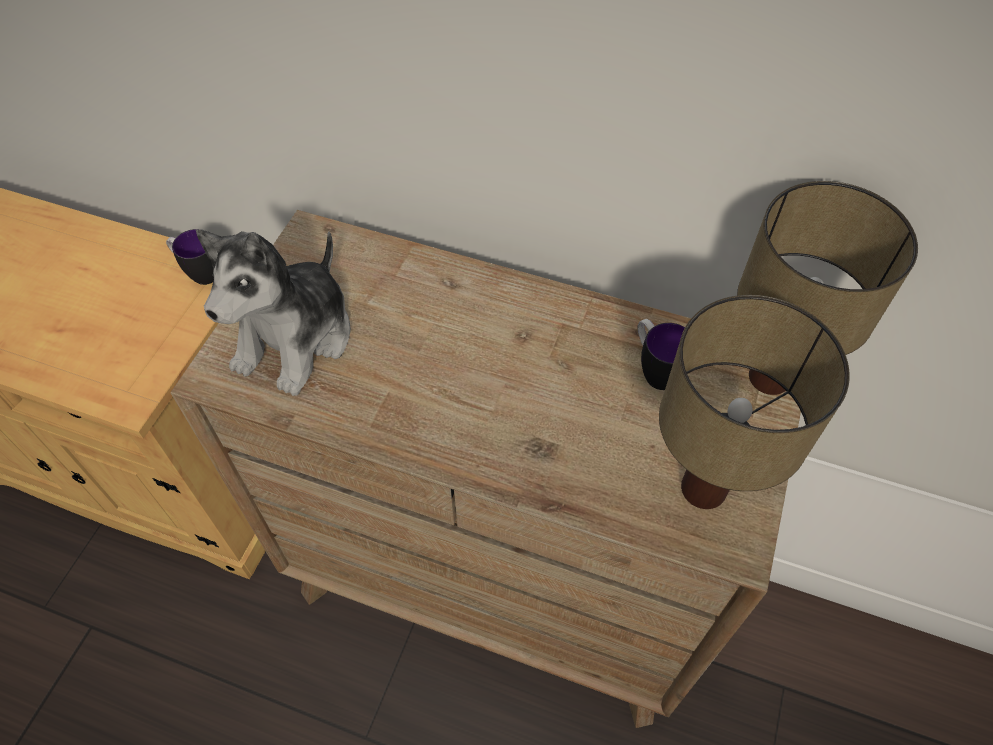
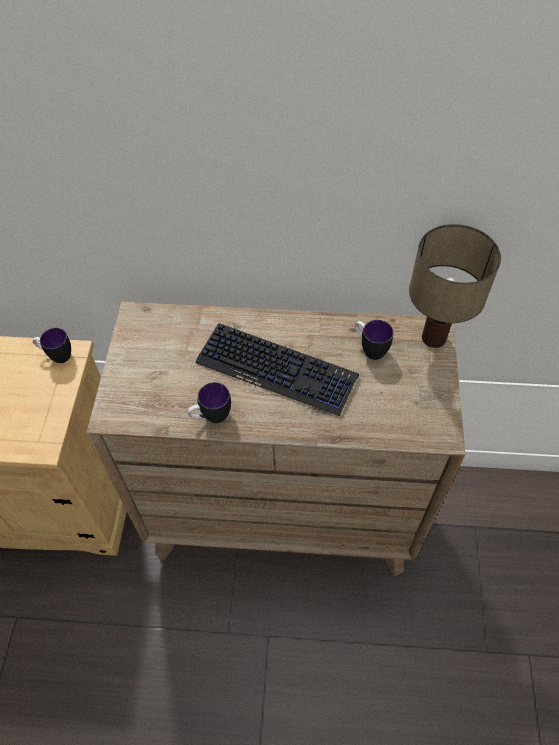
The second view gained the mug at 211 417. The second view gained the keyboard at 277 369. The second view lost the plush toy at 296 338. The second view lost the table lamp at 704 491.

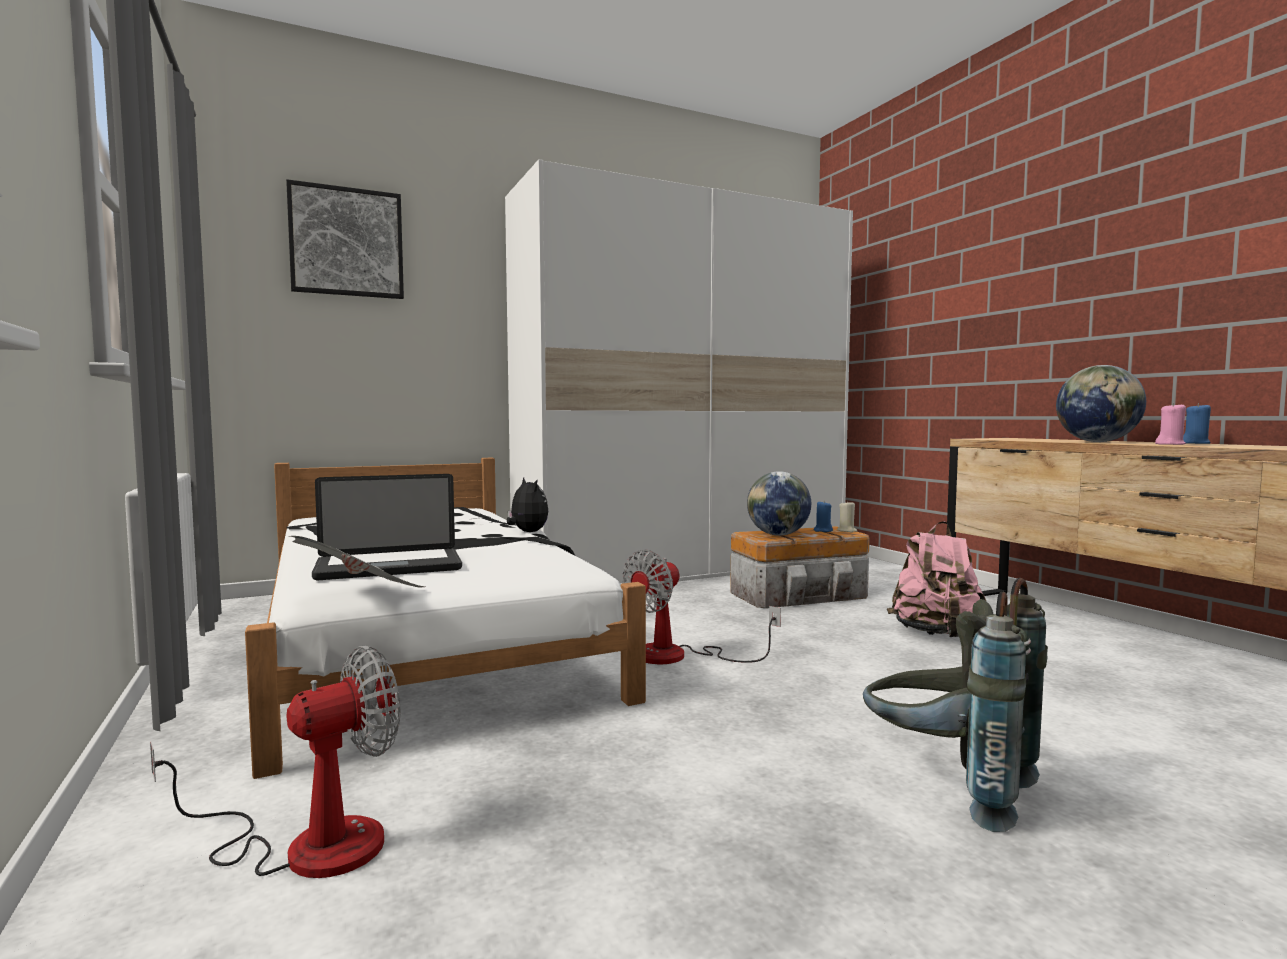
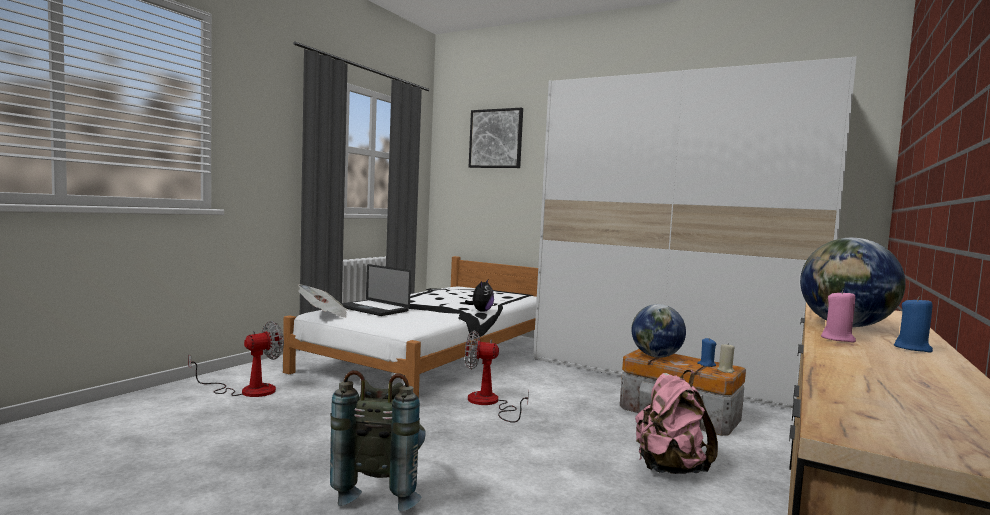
The fan at 306 844 ended up facing another way, 60 degrees counterclockwise from before.

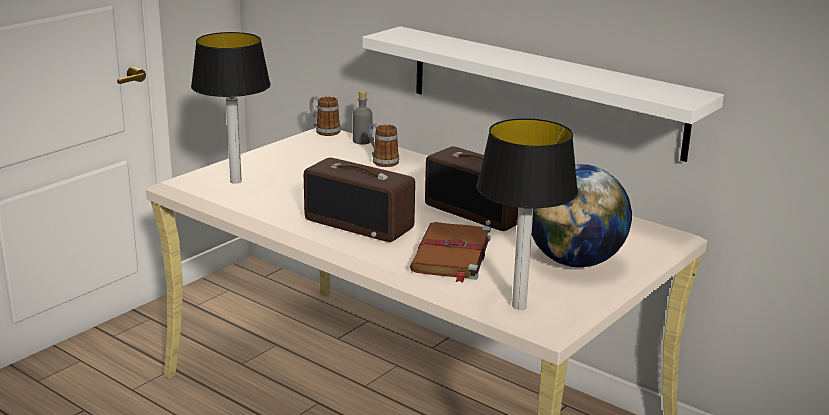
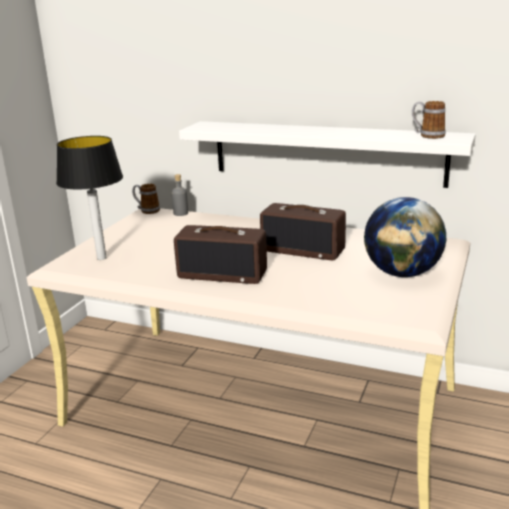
The mug ended up elsewhere, having gone from 382 161 to 427 135. The second view lost the book/brown at 451 255. The second view lost the table lamp at 520 306.

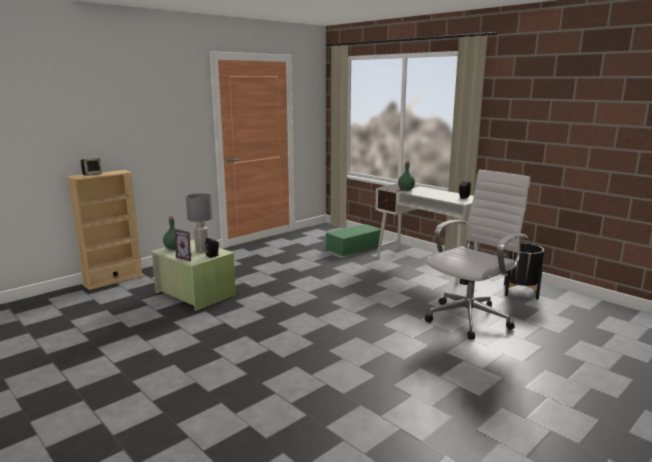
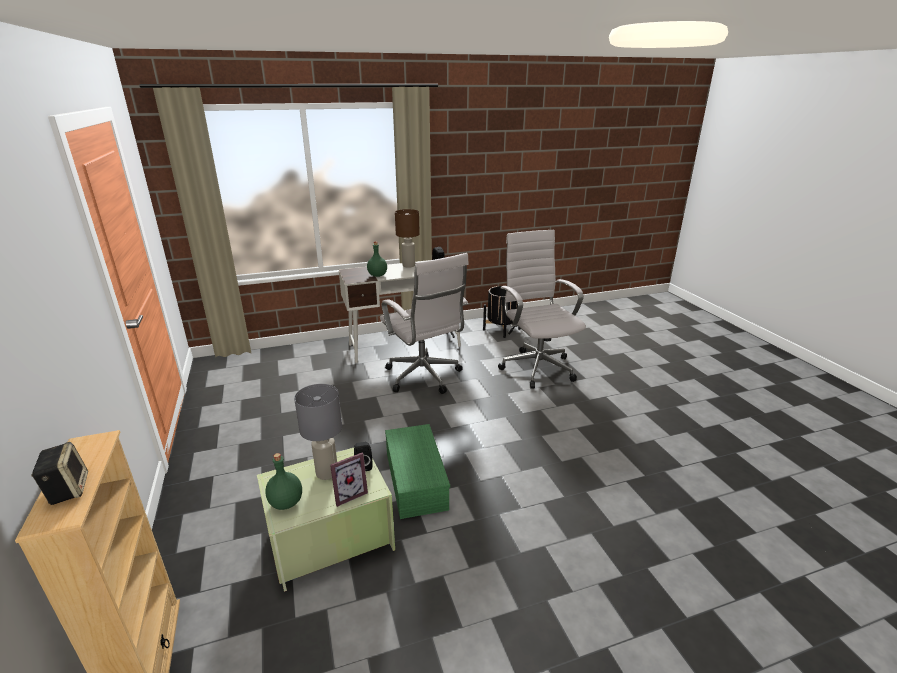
The second view gained the office chair/white at 424 378. The storage box/green ended up elsewhere, having gone from 354 247 to 414 479. The second view gained the table lamp/brown at 408 265.

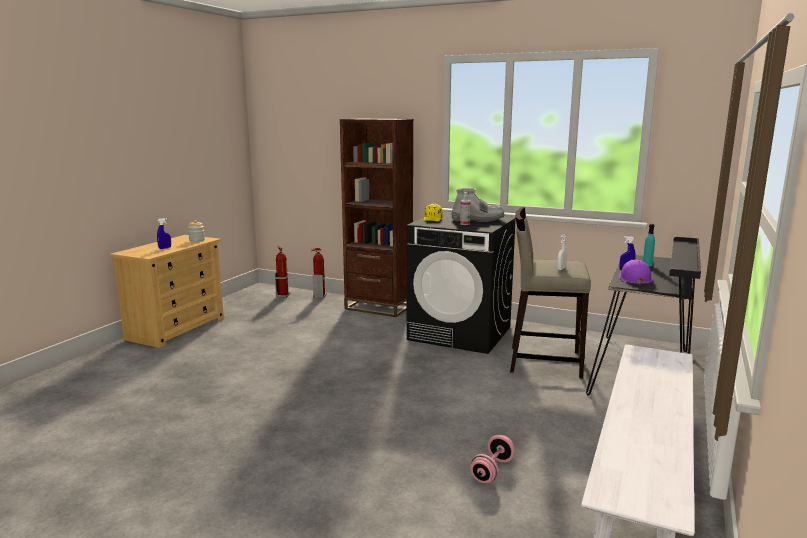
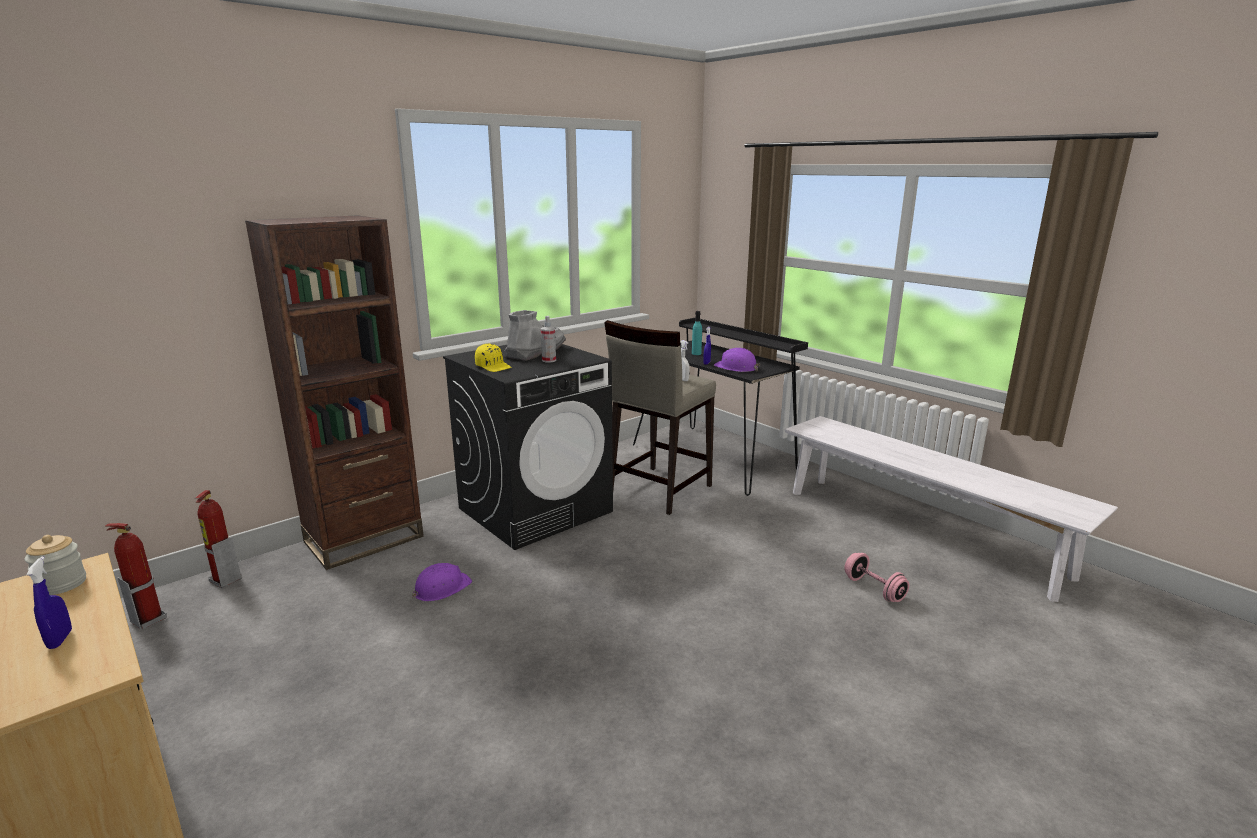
The second view gained the hard hat/purple at 441 588.

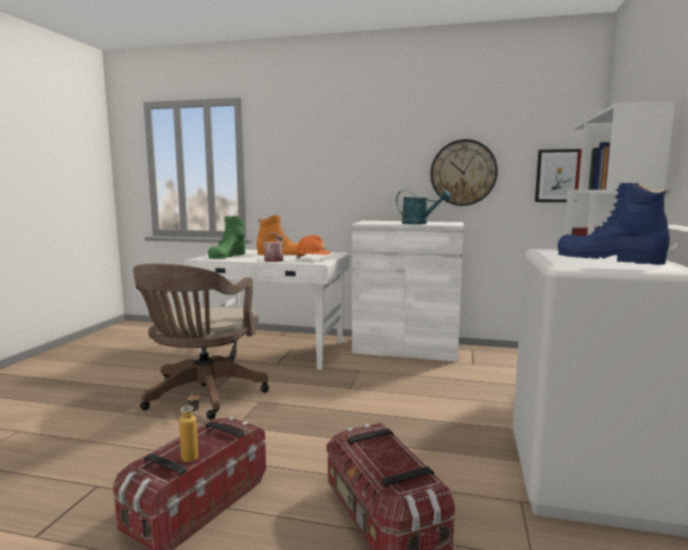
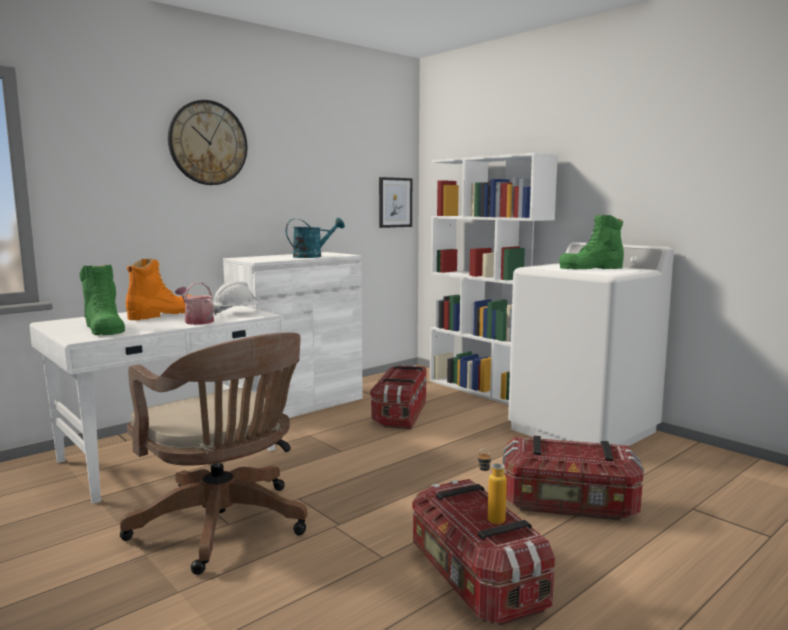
The wall clock ended up elsewhere, having gone from 463 173 to 208 143. What was the hard hat/orange at 313 259 turned into the hard hat/white at 236 313. The second view gained the storage box at 400 414. What was the boot/blue at 608 259 turned into the boot/green at 591 268.

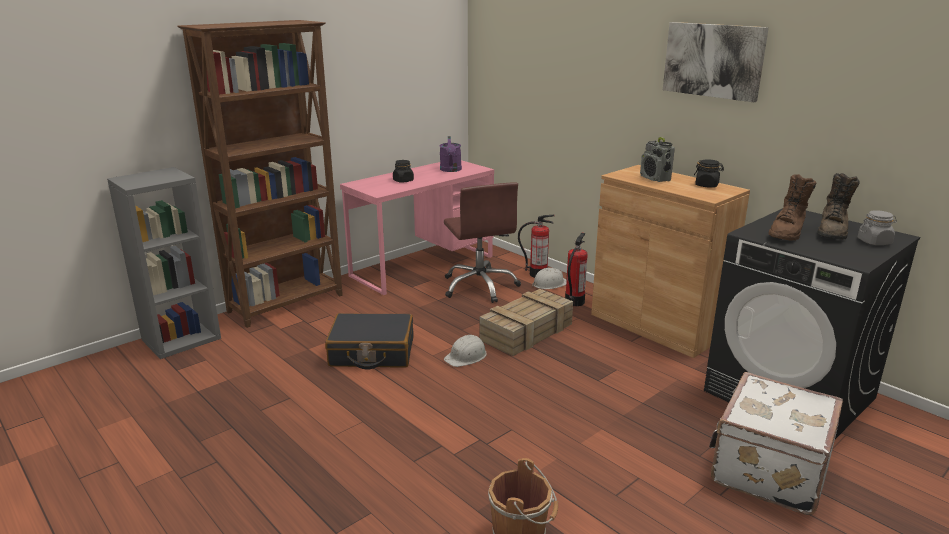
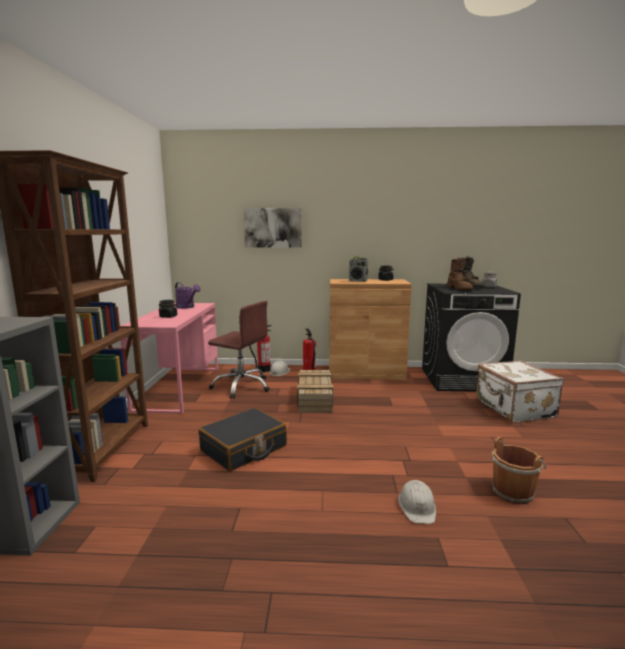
The picture ended up elsewhere, having gone from 713 60 to 273 228. The hard hat/white ended up elsewhere, having gone from 466 356 to 417 506.

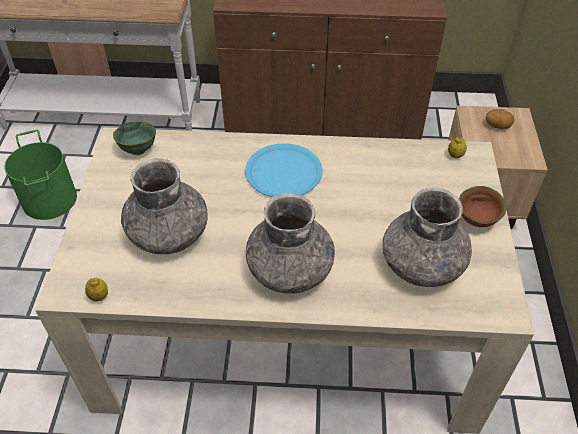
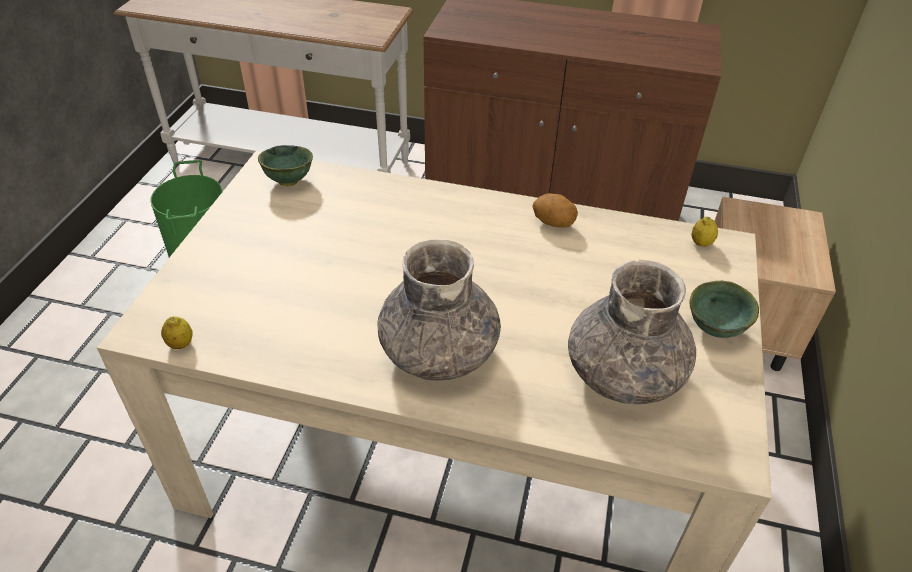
The potato ended up elsewhere, having gone from 497 126 to 553 223. What was the bowl/brown at 478 220 turned into the bowl/green at 716 329. The second view lost the vase/grey at 169 233. The second view lost the plate/blue at 283 172.

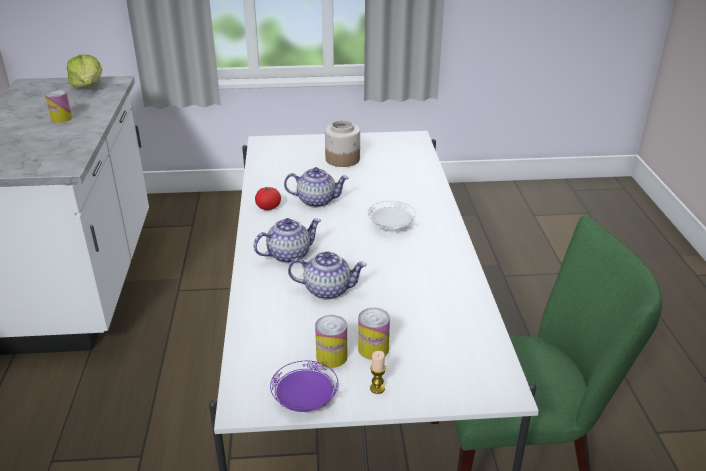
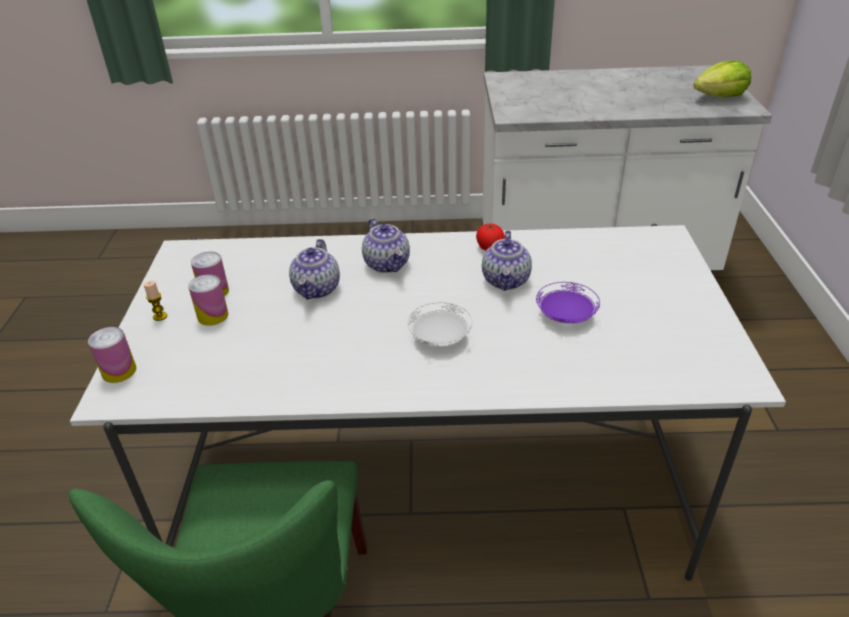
The can ended up elsewhere, having gone from 61 118 to 119 371. The plate/purple ended up elsewhere, having gone from 305 400 to 565 316. The second view lost the jar at 343 159.

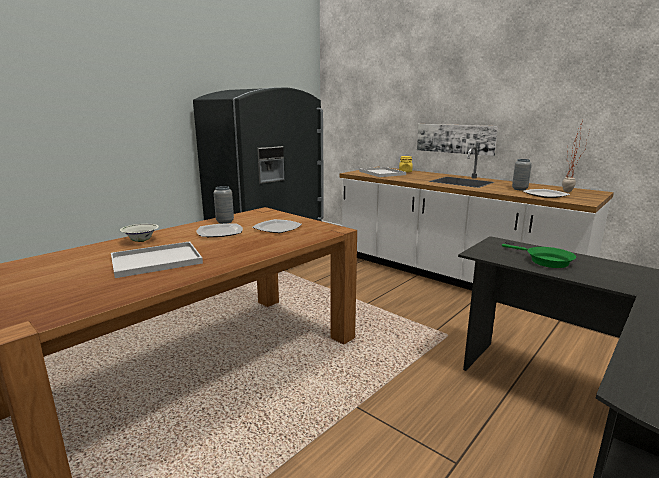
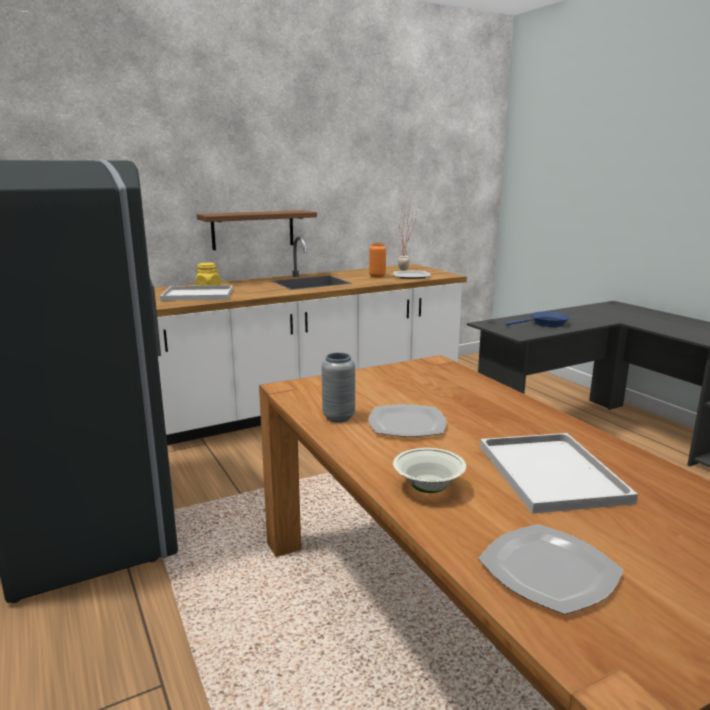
Where the picture hung at 455 138, the shelf came to hang at 253 229. What was the vase/grey at 519 189 turned into the vase/orange at 377 276. The plate ended up elsewhere, having gone from 277 228 to 550 571. What was the frying pan/green at 545 261 turned into the frying pan/blue at 546 324.

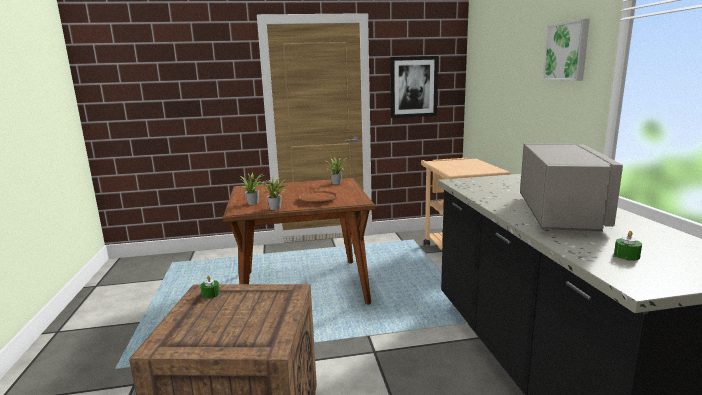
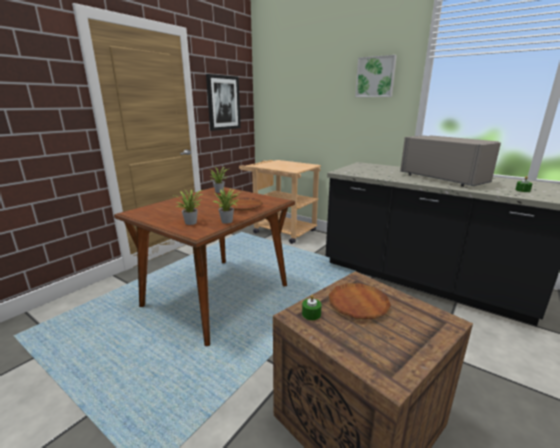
The second view gained the plate/brown at 358 304.

